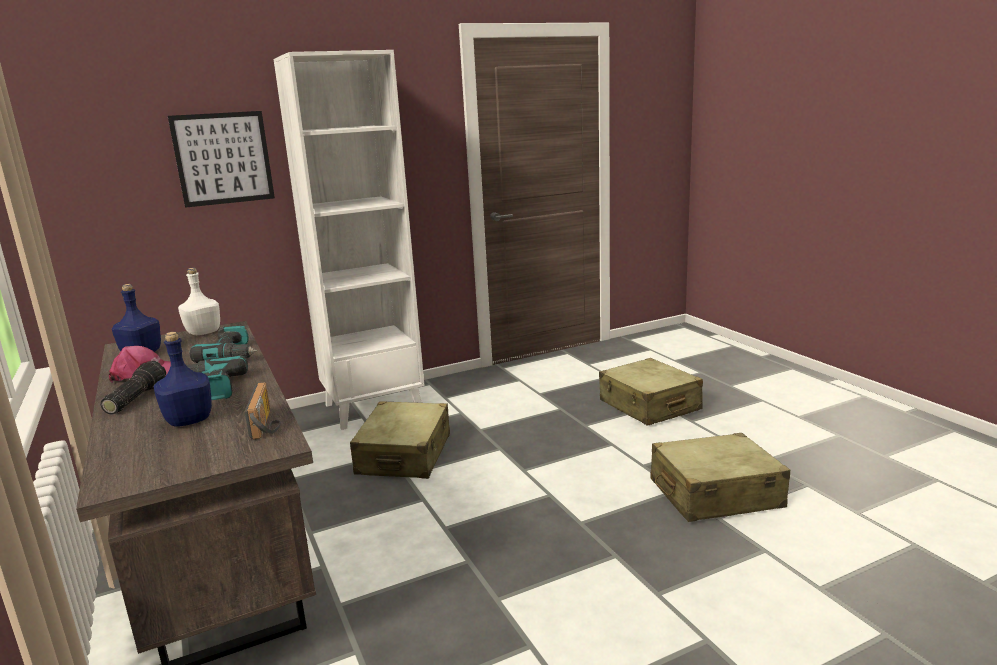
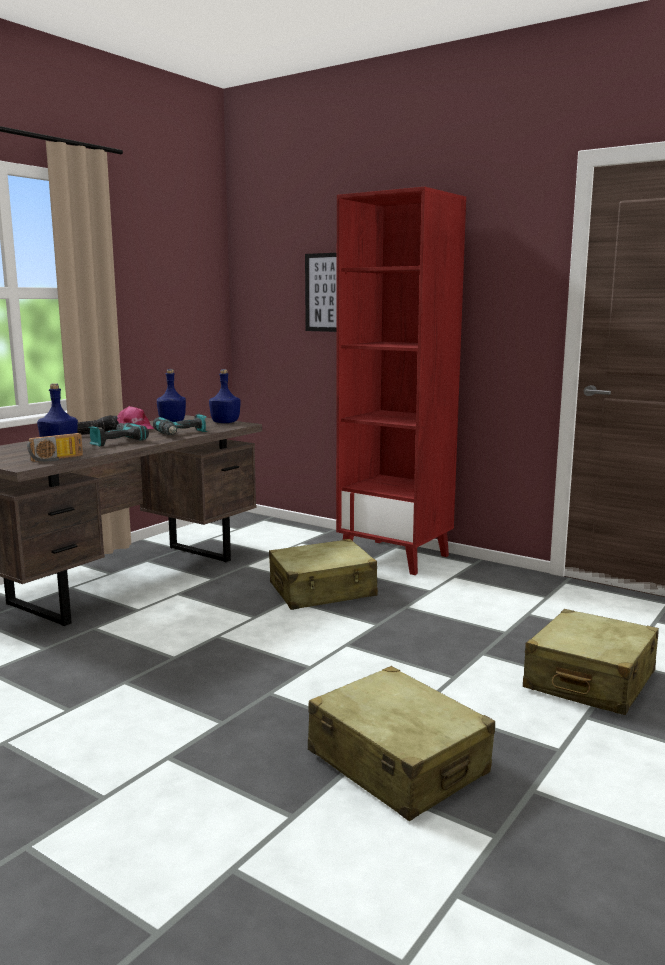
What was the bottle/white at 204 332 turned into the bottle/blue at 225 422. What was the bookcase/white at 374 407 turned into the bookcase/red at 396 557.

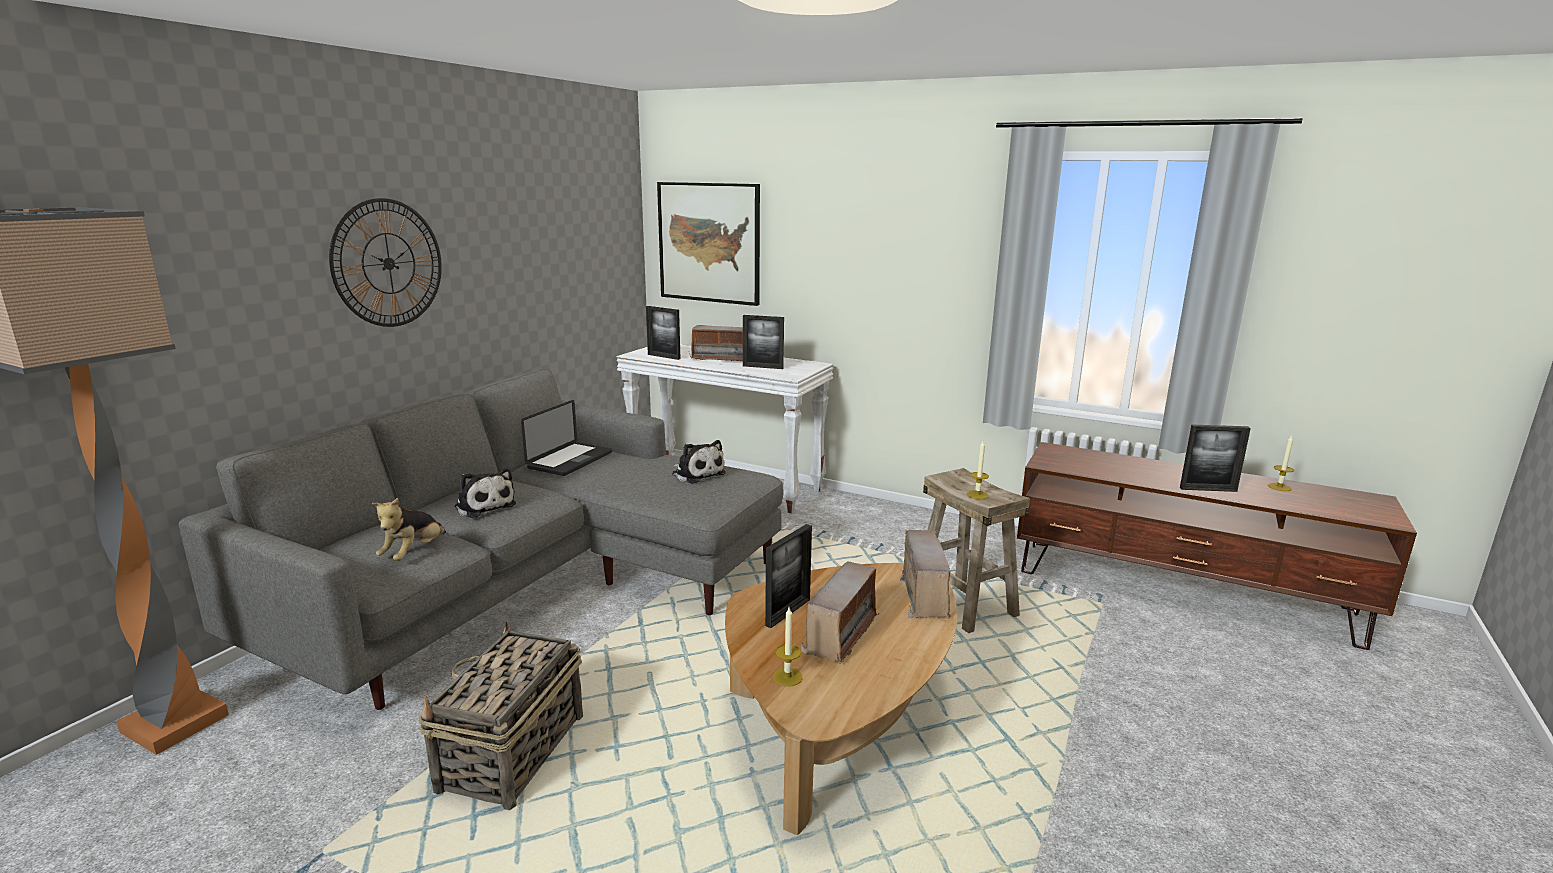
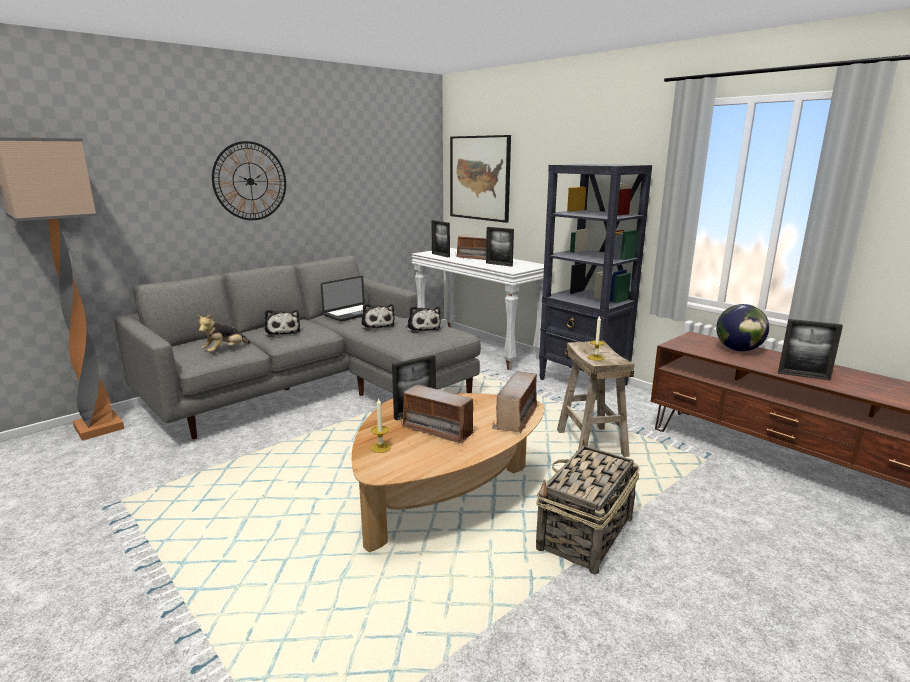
The second view gained the plush toy at 377 325. The radio at 841 633 ended up facing another way, 75 degrees clockwise from before. The basket ended up elsewhere, having gone from 511 753 to 584 534. The second view gained the bookcase/black at 583 382. The second view gained the globe at 738 350. The second view lost the candle at 1279 487.

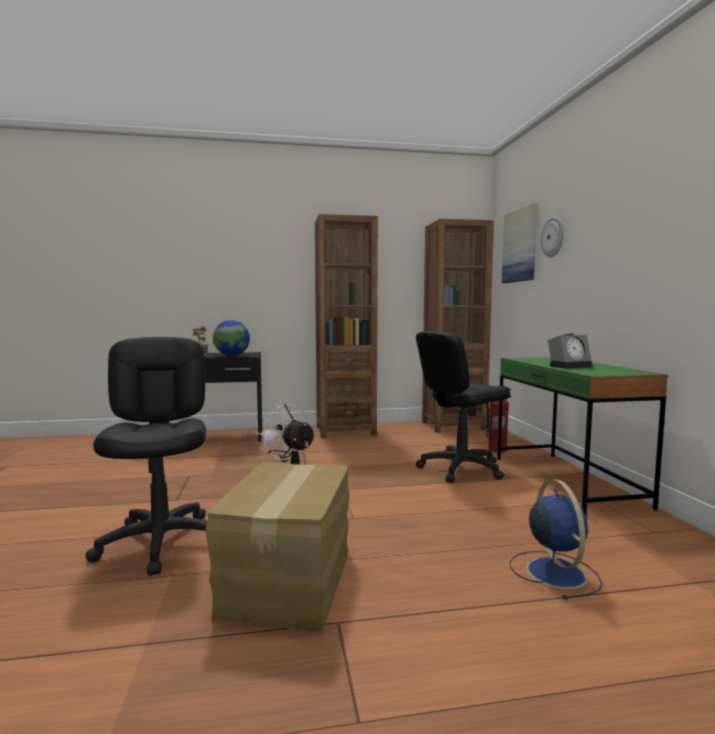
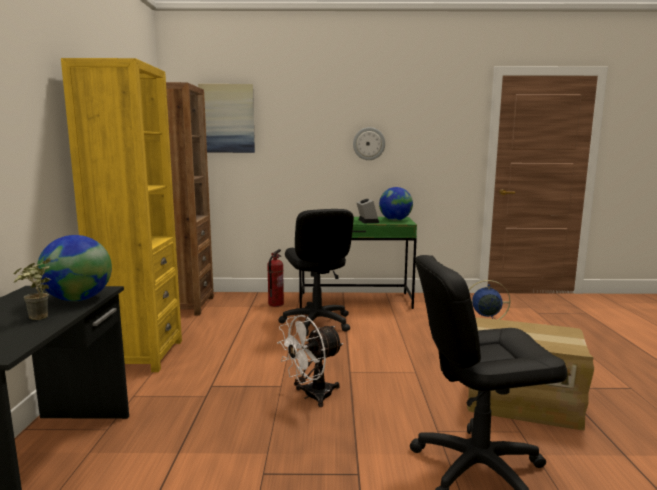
What was the bookcase/brown at 345 431 turned into the bookcase/yellow at 140 355. The wall clock ended up elsewhere, having gone from 553 237 to 369 143. The second view gained the globe at 395 220.

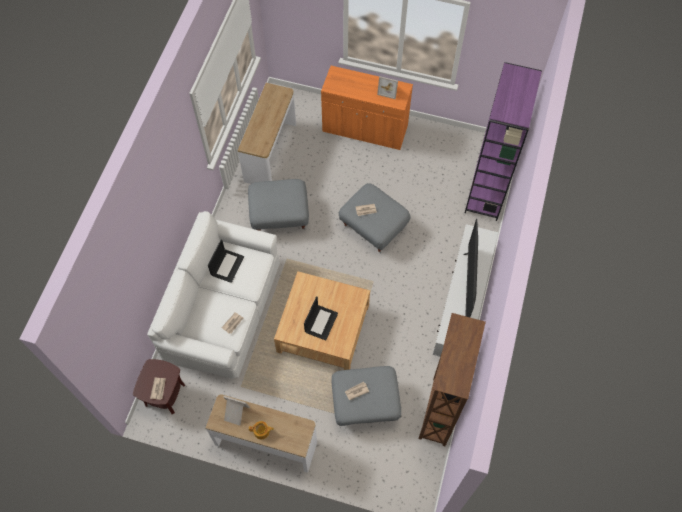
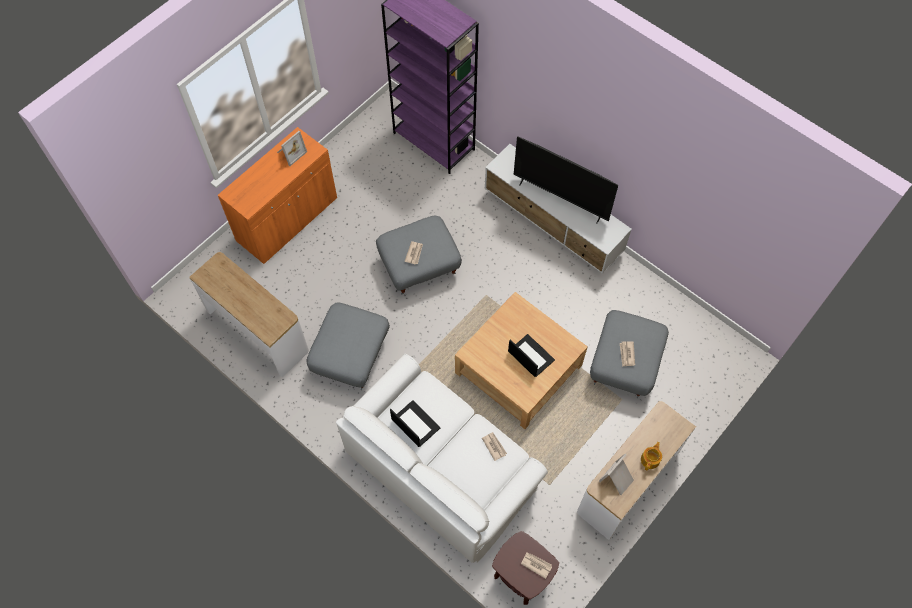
The second view lost the bookcase/brown at 438 412.

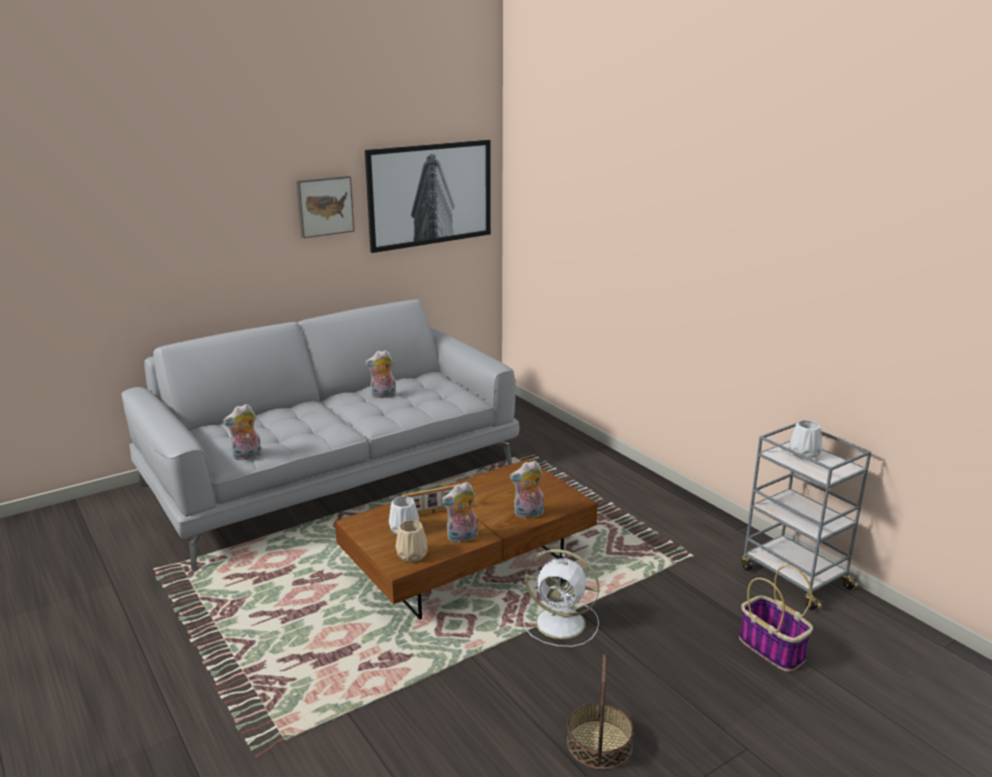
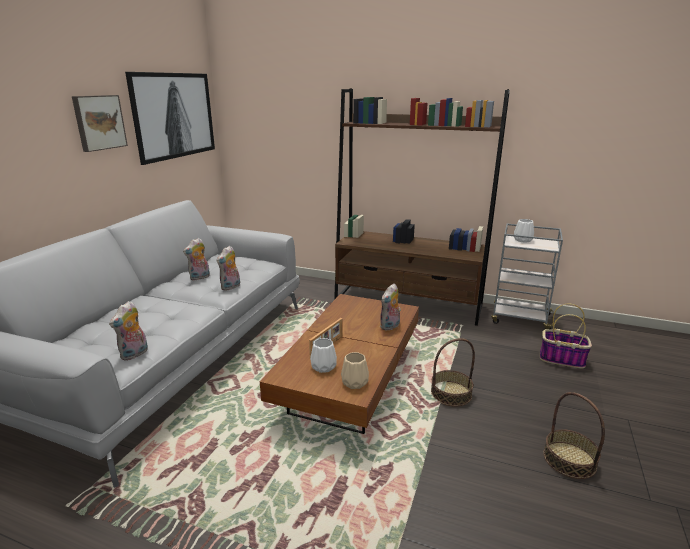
The plush toy ended up elsewhere, having gone from 462 538 to 231 287. The second view gained the bookcase/brown at 408 303. Where the fan/white stood at 562 623, the basket came to stand at 451 393.

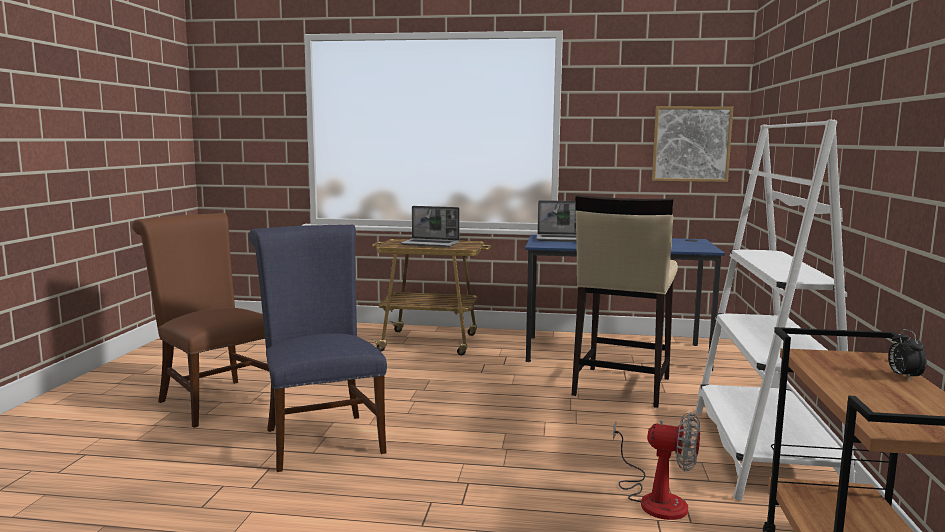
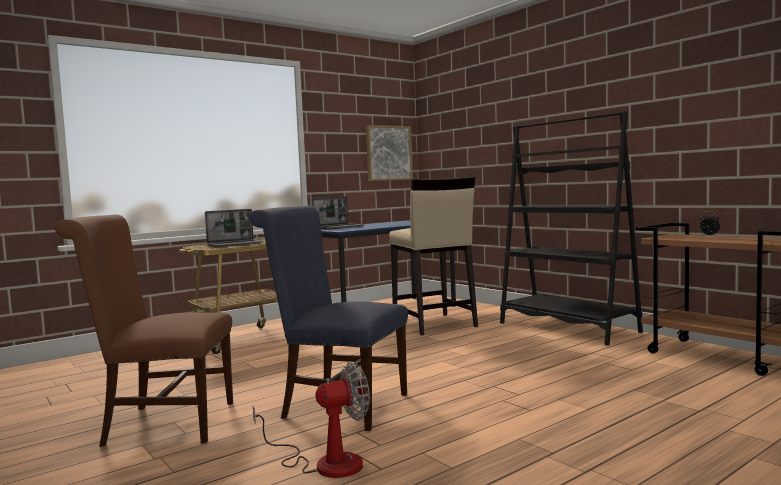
The fan ended up elsewhere, having gone from 655 498 to 325 463. What was the bookcase/white at 763 453 turned into the bookcase/black at 568 328.

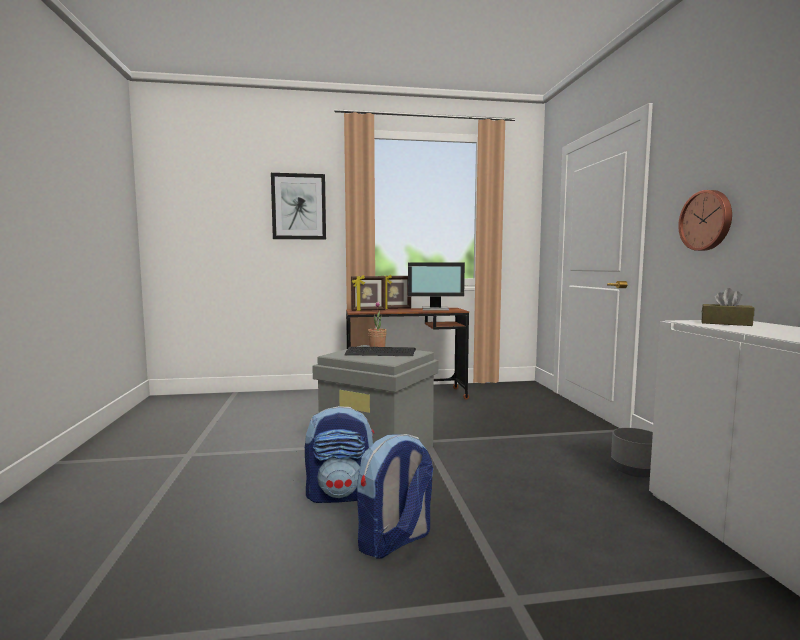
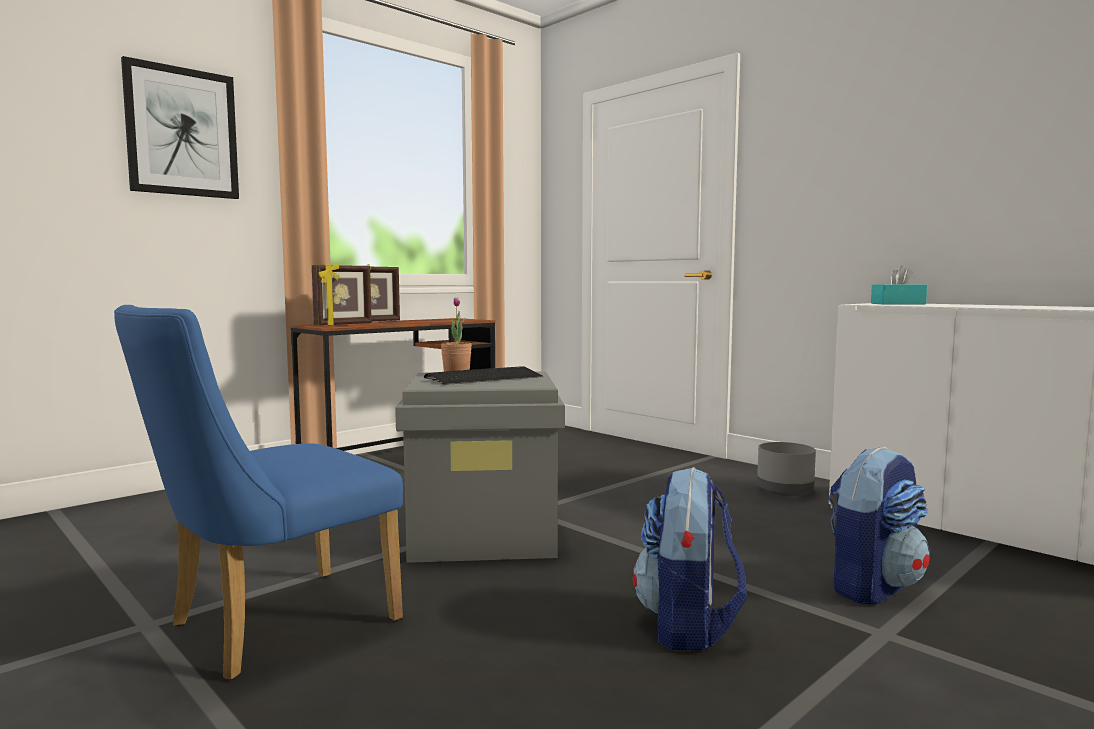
The second view gained the chair/blue at 269 627. The backpack ended up elsewhere, having gone from 341 495 to 872 586. What was the tissue box/brown at 726 323 turned into the tissue box/turquoise at 898 304. The second view lost the monitor at 435 309. The second view lost the wall clock at 707 220.

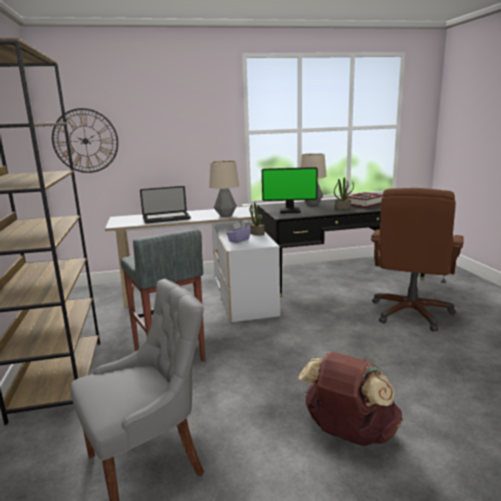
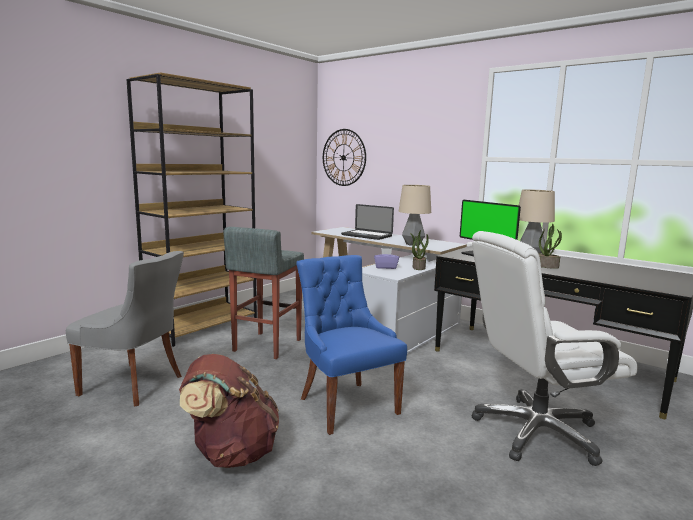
The second view gained the chair/blue at 346 405. What was the office chair/brown at 411 313 turned into the office chair/white at 536 432. The second view lost the book at 364 203.

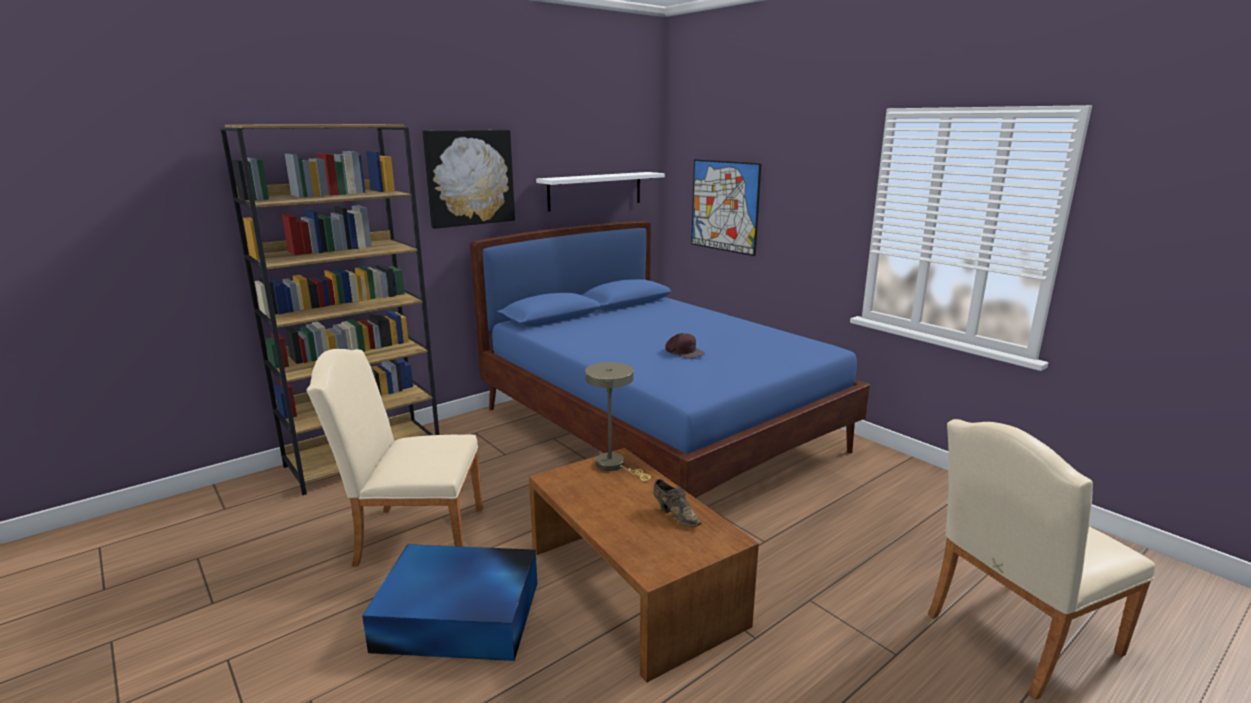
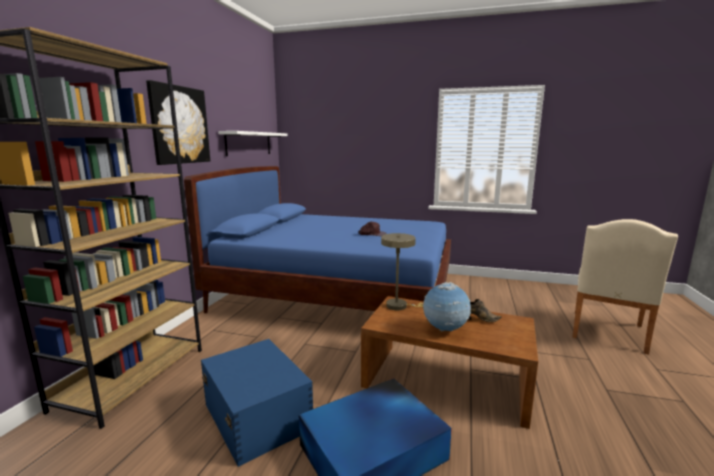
Where the chair/beige stood at 412 535, the storage box/blue came to stand at 257 415. The second view gained the globe at 445 330. The second view lost the picture at 724 206.

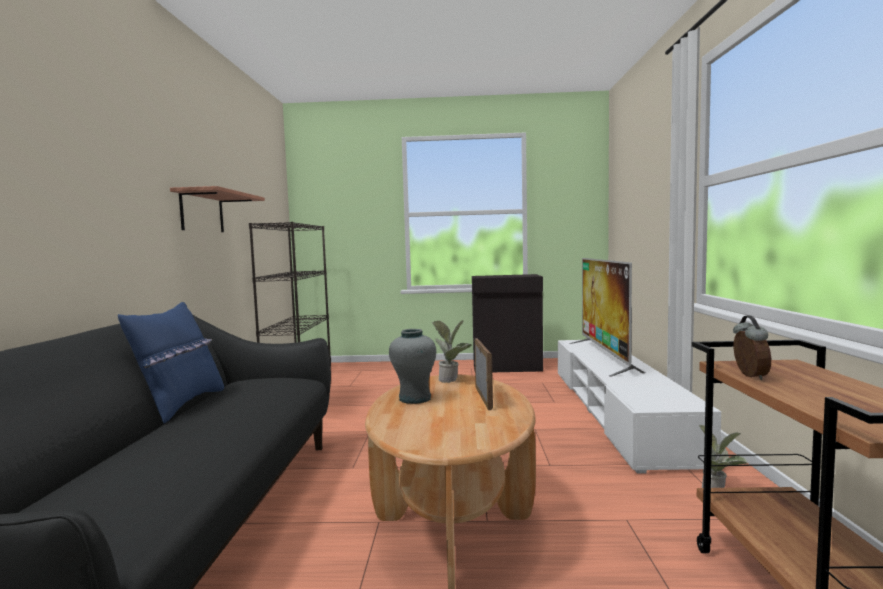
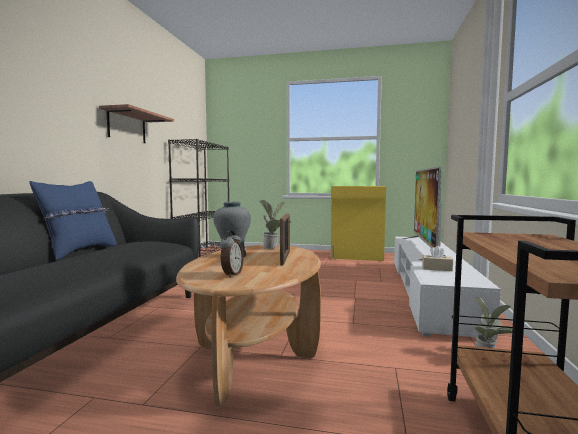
The alarm clock ended up elsewhere, having gone from 749 376 to 231 274. What was the cabinet/black at 507 367 turned into the cabinet/yellow at 357 257. The second view gained the tissue box/beige at 437 268.

